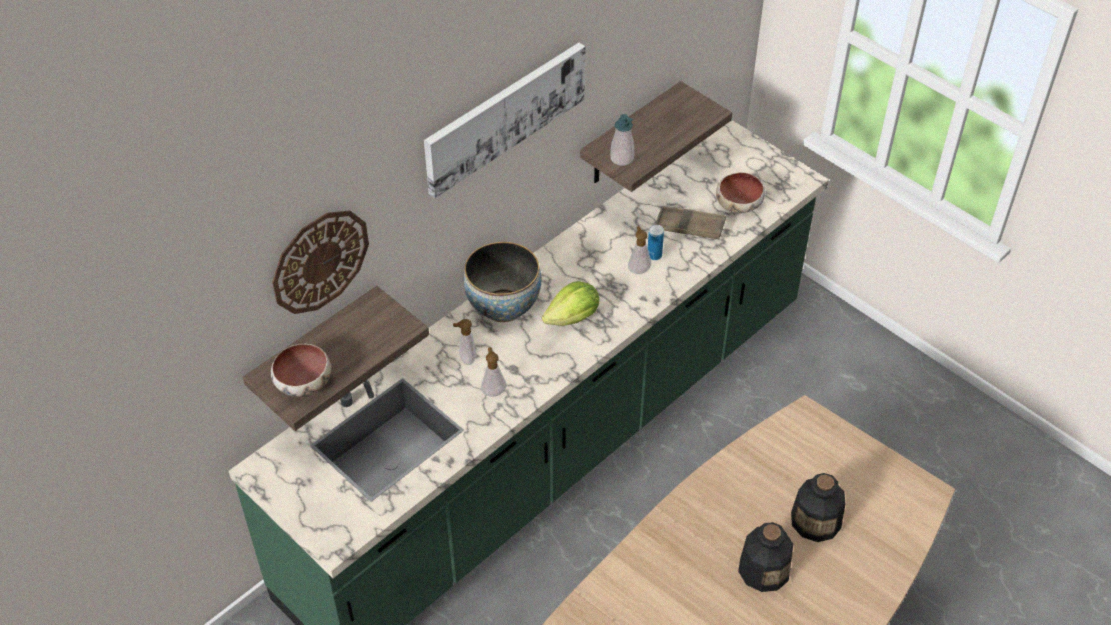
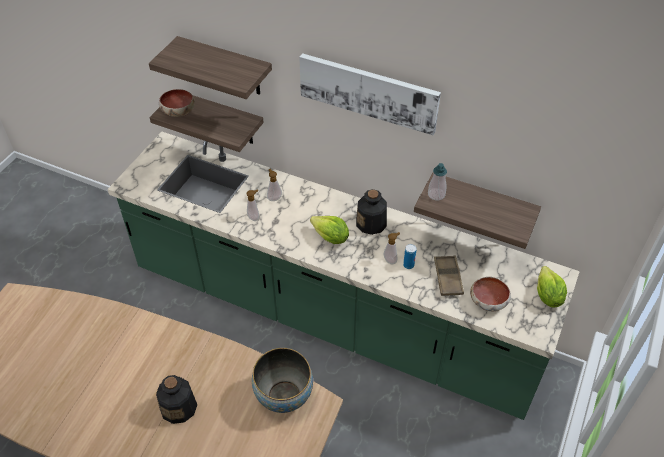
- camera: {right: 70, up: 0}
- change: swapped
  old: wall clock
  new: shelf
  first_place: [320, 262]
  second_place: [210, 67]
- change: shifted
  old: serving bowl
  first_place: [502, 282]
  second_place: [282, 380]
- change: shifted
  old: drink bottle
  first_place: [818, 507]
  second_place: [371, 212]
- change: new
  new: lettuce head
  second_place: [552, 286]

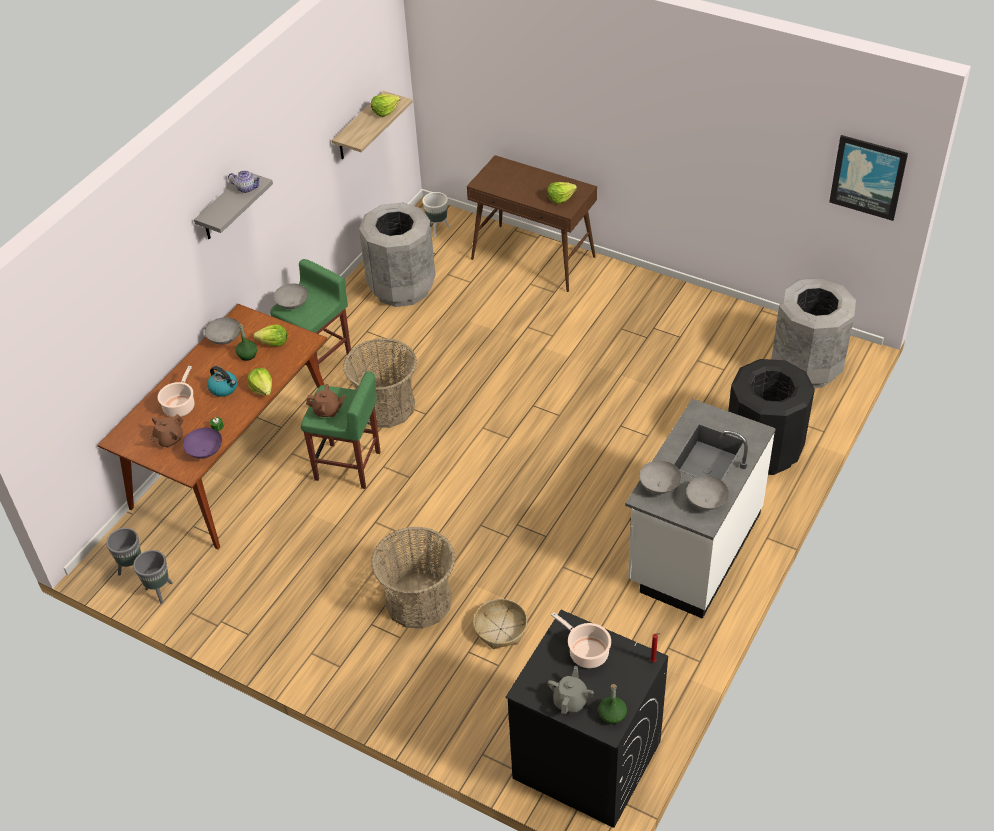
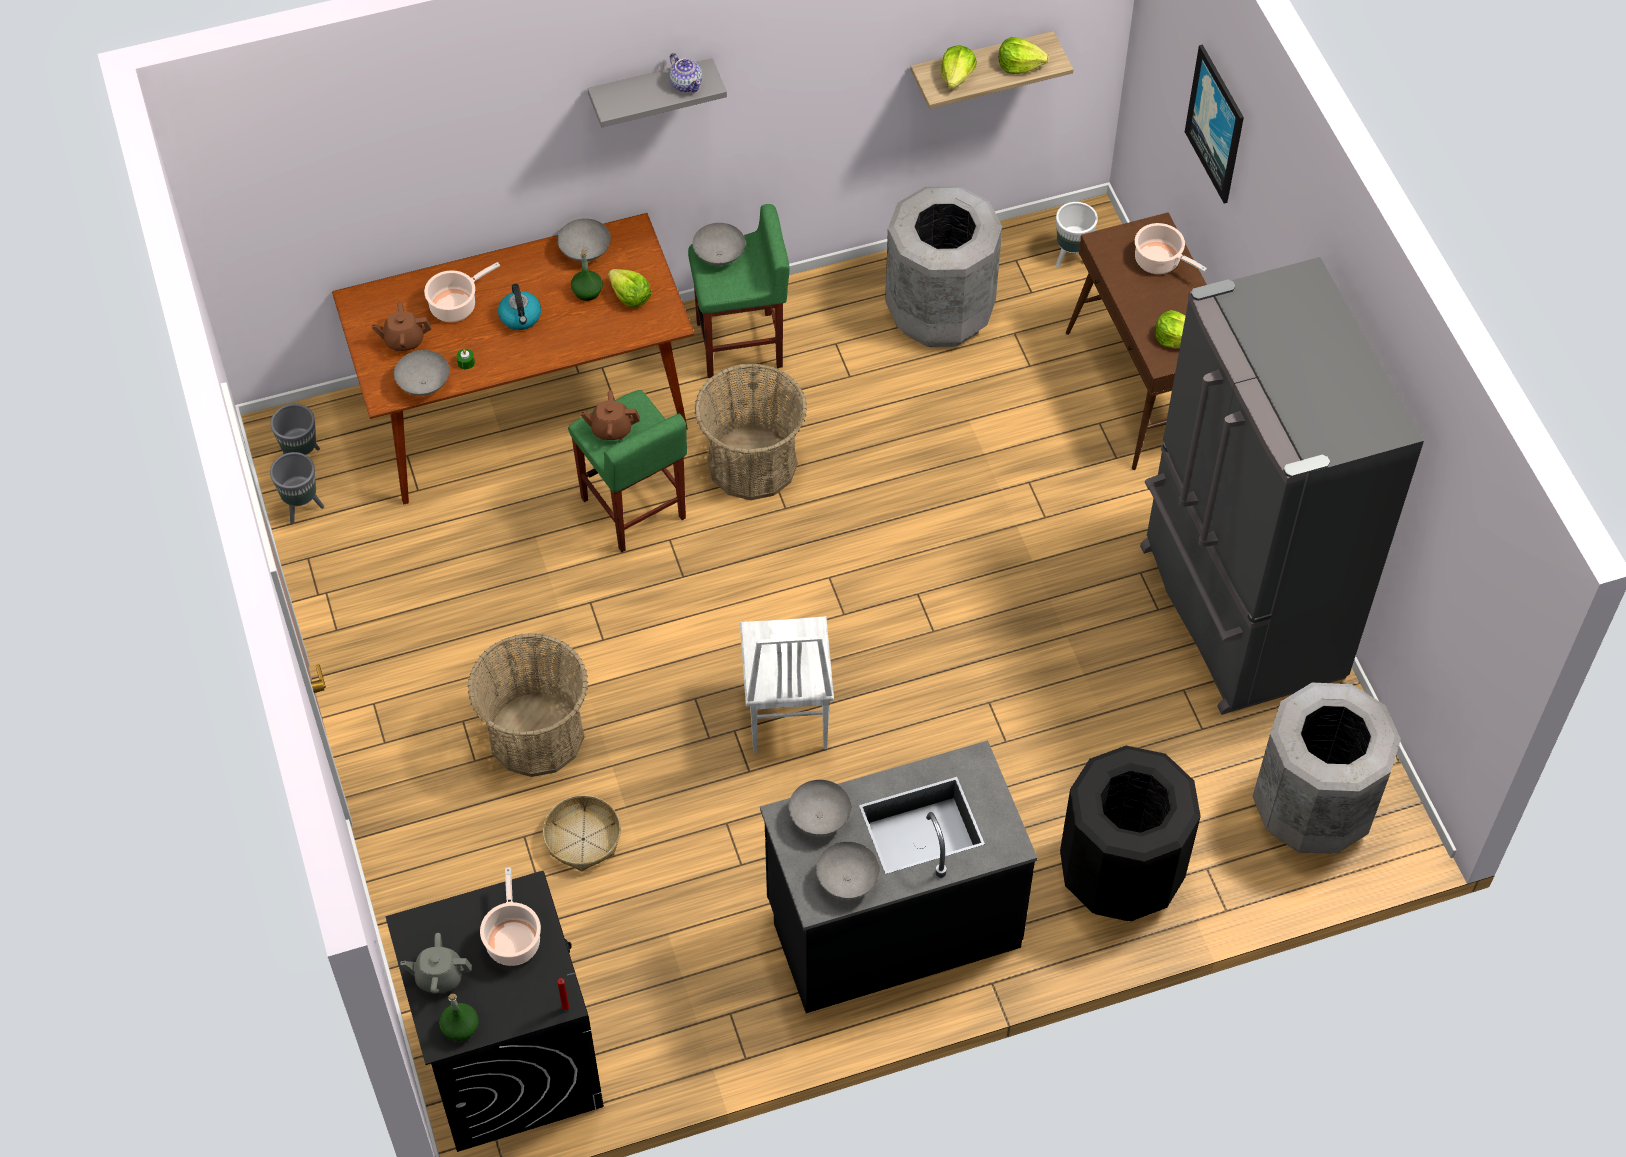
- camera: {right: 40, up: 10}
- change: shifted
  old: wall picture
  first_place: [868, 178]
  second_place: [1214, 124]
- change: shifted
  old: lettuce head
  first_place: [260, 382]
  second_place: [958, 67]
- change: rotated
  old: brown tea pot
  first_place: [325, 400]
  second_place: [610, 415]
  degrees: 135
- change: repainted
  old: white-coloured counter
  new: blackish counter
  first_place: [700, 509]
  second_place: [898, 876]
- change: repainted
  old: purple serving bowl
  new: greyish serving bowl
  first_place: [202, 443]
  second_place: [421, 373]
- change: rotated
  old: greyish tea pot
  first_place: [570, 690]
  second_place: [436, 963]
  degrees: -150
- change: new
  new: saucepot
  second_place: [1171, 248]
- change: new
  new: greyish refrigerator
  second_place: [1282, 486]
- change: new
  new: white-coloured chair
  second_place: [787, 685]

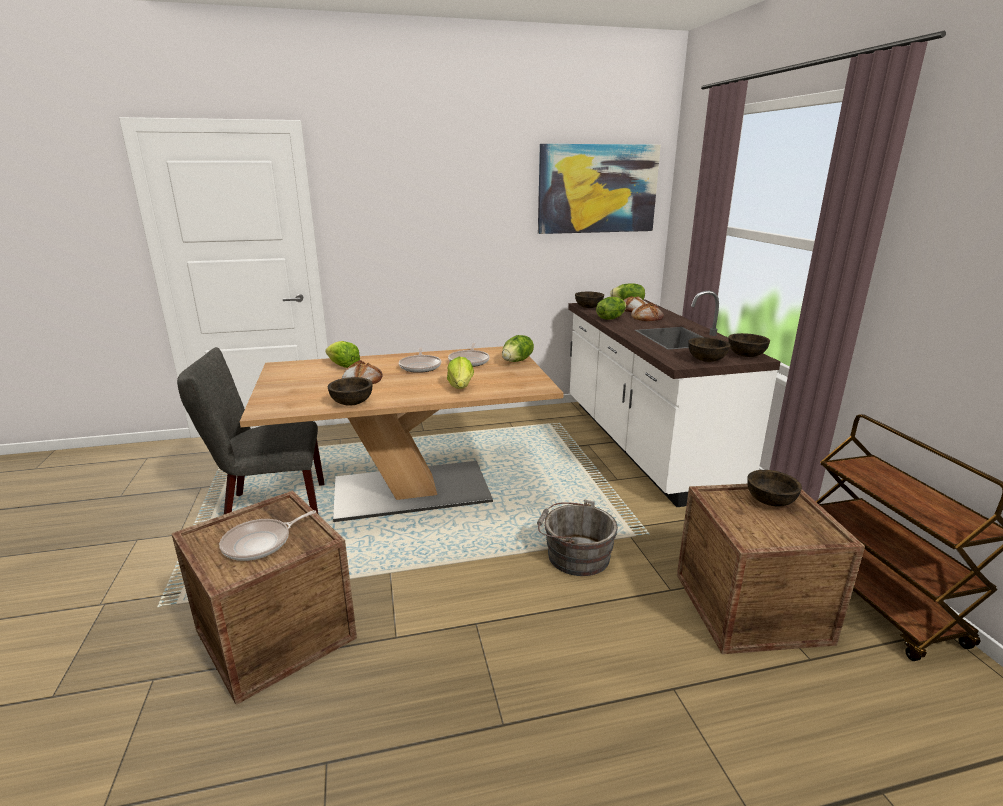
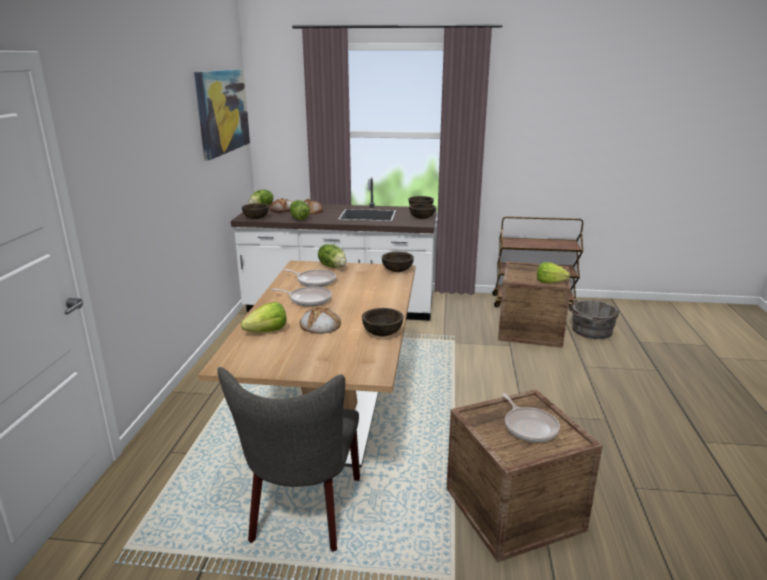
- camera: {right: -70, up: 0}
- change: shifted
  old: lettuce head
  first_place: [460, 373]
  second_place: [553, 273]
- change: shifted
  old: brown serving bowl
  first_place: [774, 488]
  second_place: [398, 262]
- change: shifted
  old: greyish water bucket
  first_place: [577, 538]
  second_place: [594, 319]

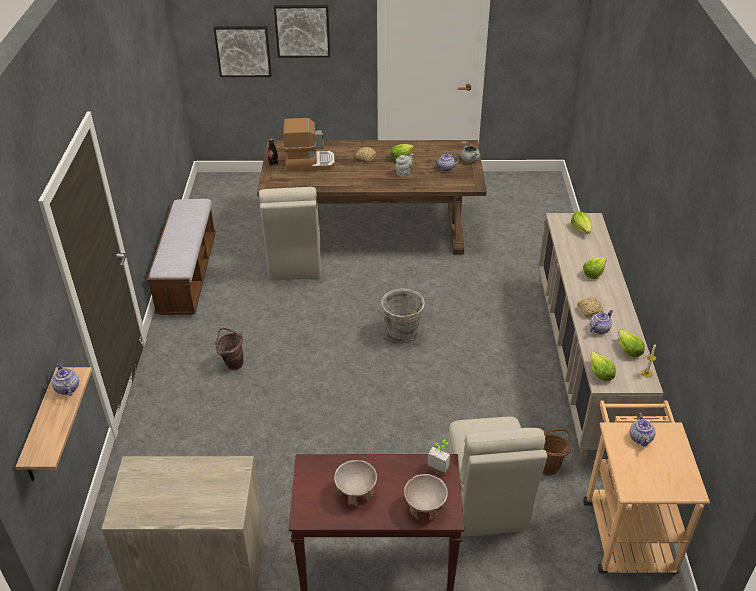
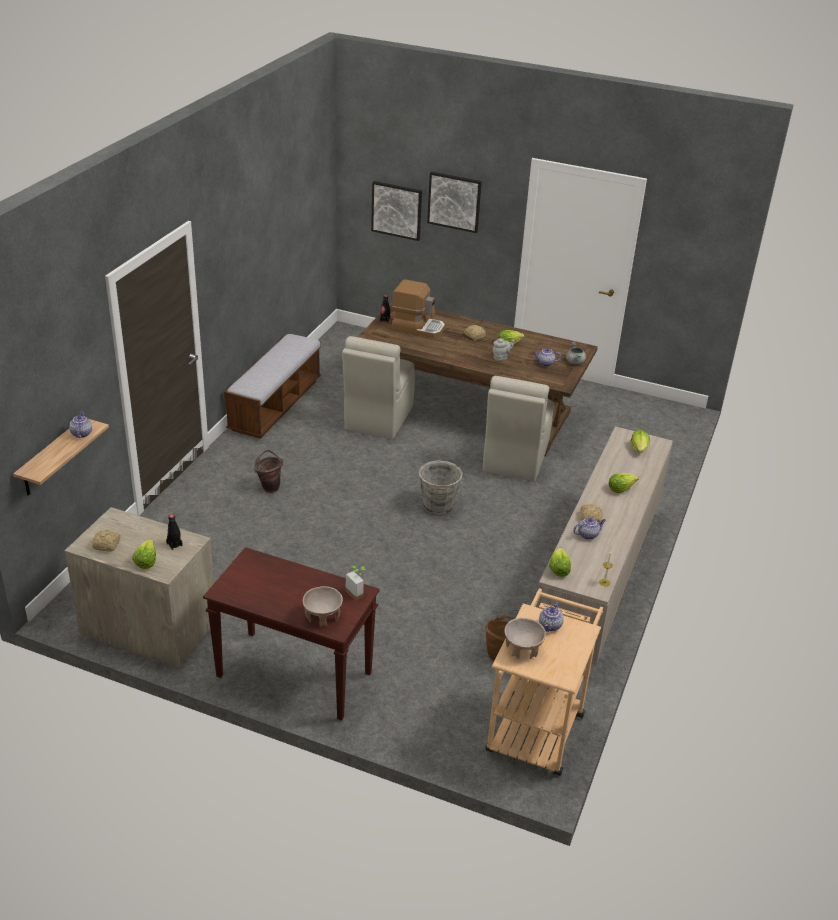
- camera: {right: 20, up: -5}
- change: shifted
  old: lettuce head
  first_place: [631, 343]
  second_place: [144, 554]
- change: shifted
  old: sand-coloured chair
  first_place: [496, 477]
  second_place: [518, 429]
- change: shifted
  old: sand-coloured serving bowl
  first_place: [355, 483]
  second_place: [525, 638]
- change: new
  new: blackish drink bottle
  second_place: [174, 532]
- change: new
  new: baked bread
  second_place: [106, 541]

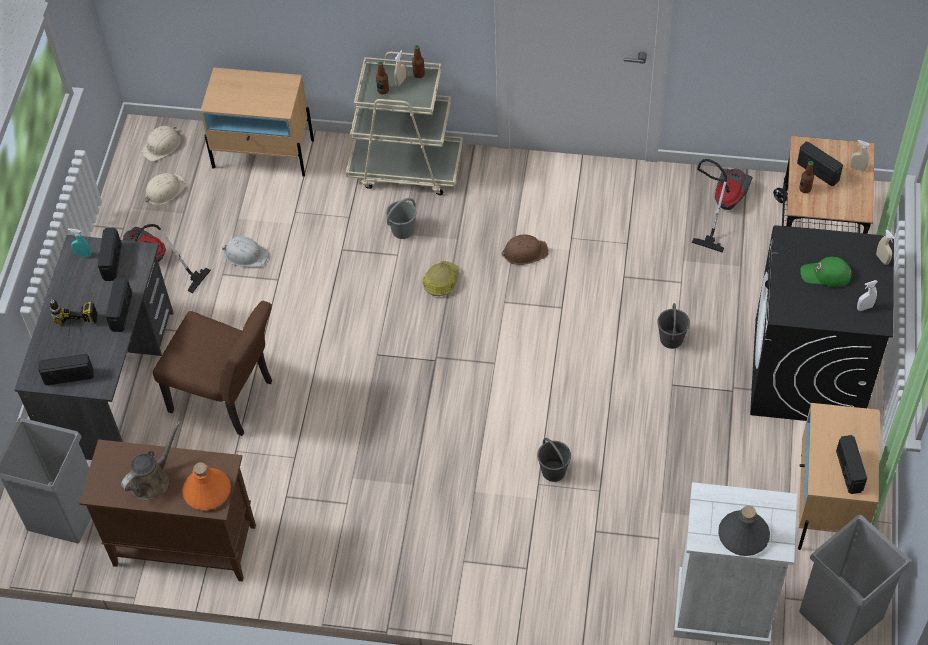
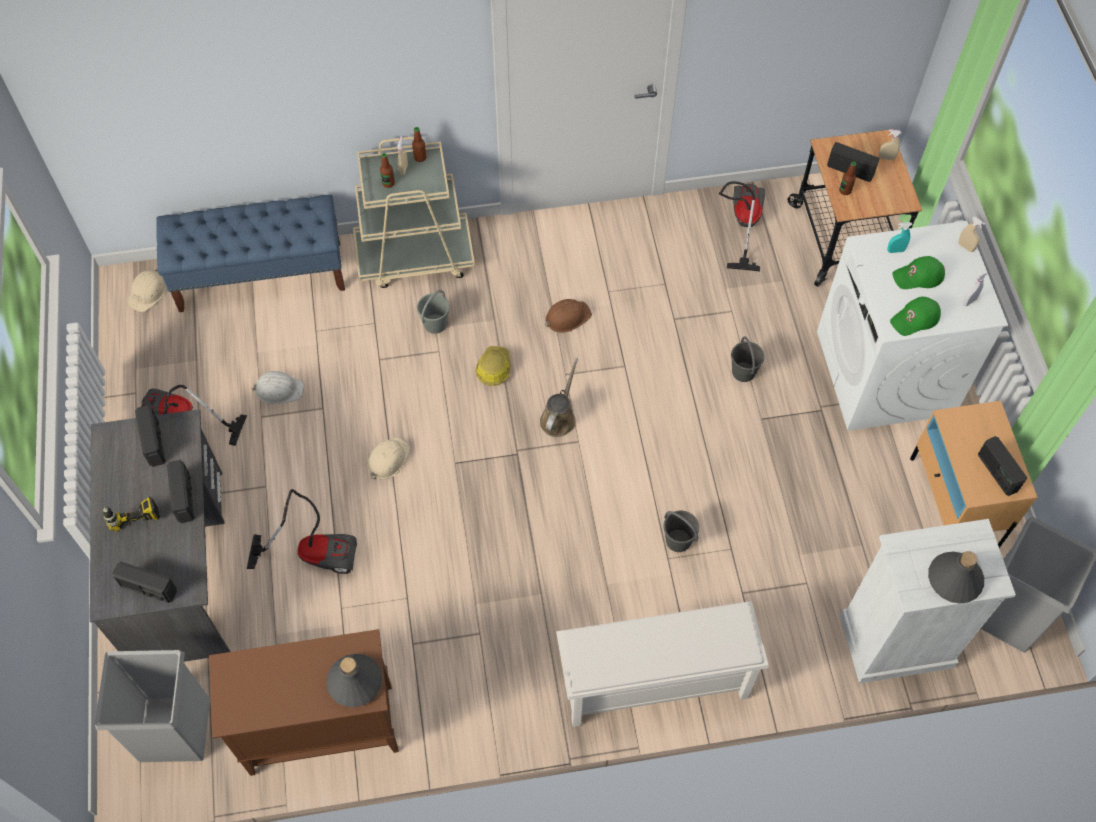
- camera: {right: -20, up: 5}
- change: swapped
  old: sand-coloured night table
  new: blue indoor bench
  first_place: [257, 122]
  second_place: [250, 253]
- change: shifted
  old: sand-coloured work helmet
  first_place: [166, 189]
  second_place: [389, 458]
- change: repainted
  old: blackish laundry machine
  new: white-coloured laundry machine
  first_place: [822, 323]
  second_place: [912, 326]
- change: shifted
  old: turquoise hand sprayer
  first_place: [79, 242]
  second_place: [899, 237]
- change: swapped
  old: brown chair
  new: vacuum
  first_place: [212, 368]
  second_place: [302, 531]
- change: rotated
  old: radio receiver
  first_place: [66, 369]
  second_place: [144, 582]
  degrees: -135
- change: shifted
  old: brown watering pot
  first_place: [151, 460]
  second_place: [559, 397]
- change: repainted
  old: orange-coloured drink bottle
  new: greyish drink bottle
  first_place: [206, 486]
  second_place: [354, 680]
- change: new
  new: green-coloured baseball cap
  second_place: [915, 316]
- change: new
  new: white-coloured shoe stand
  second_place: [662, 664]

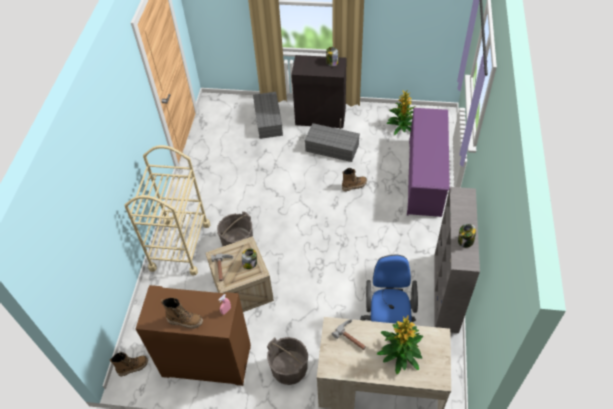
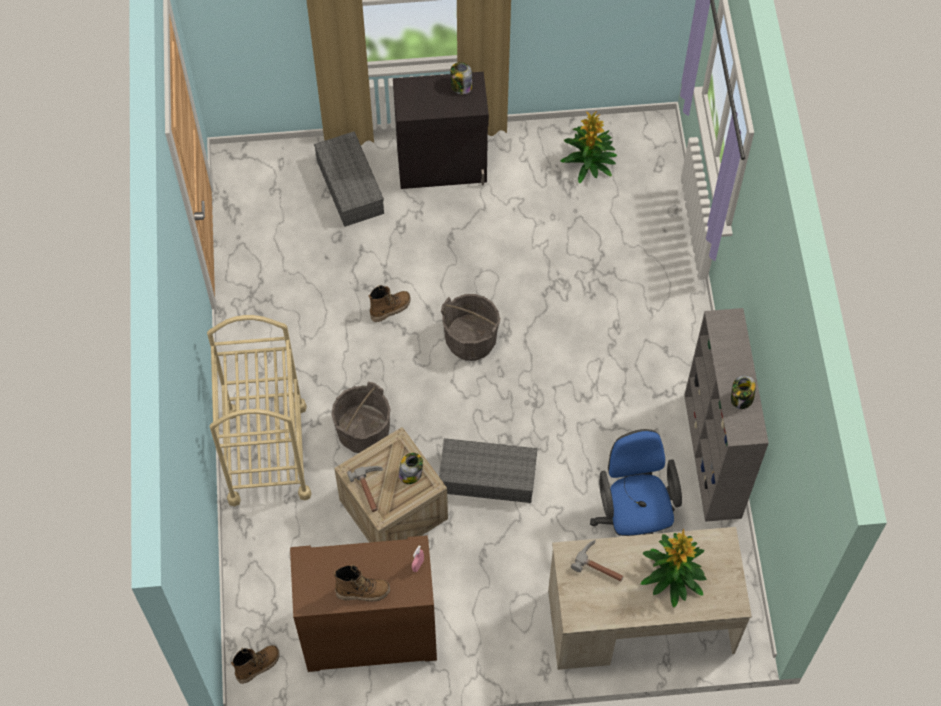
- camera: {right: -15, up: 10}
- change: gone
  old: purple shoe stand
  first_place: [428, 162]
- change: shifted
  old: greyish storage bin
  first_place: [332, 142]
  second_place: [488, 470]
- change: shifted
  old: tall boot
  first_place: [354, 179]
  second_place: [389, 303]
- change: shifted
  old: greyish water bucket
  first_place: [287, 361]
  second_place: [471, 327]

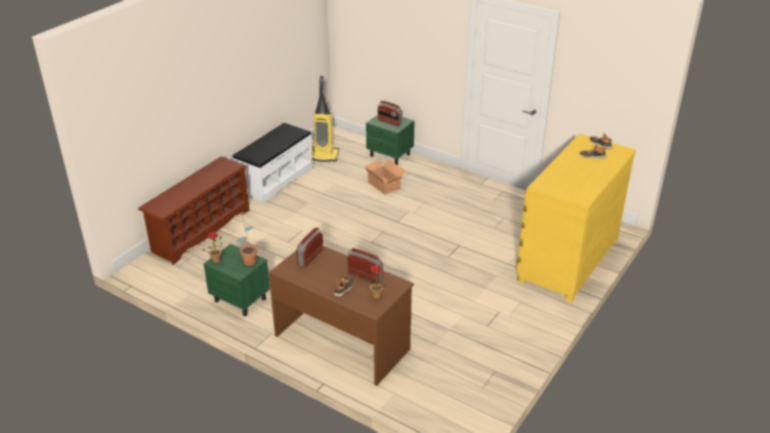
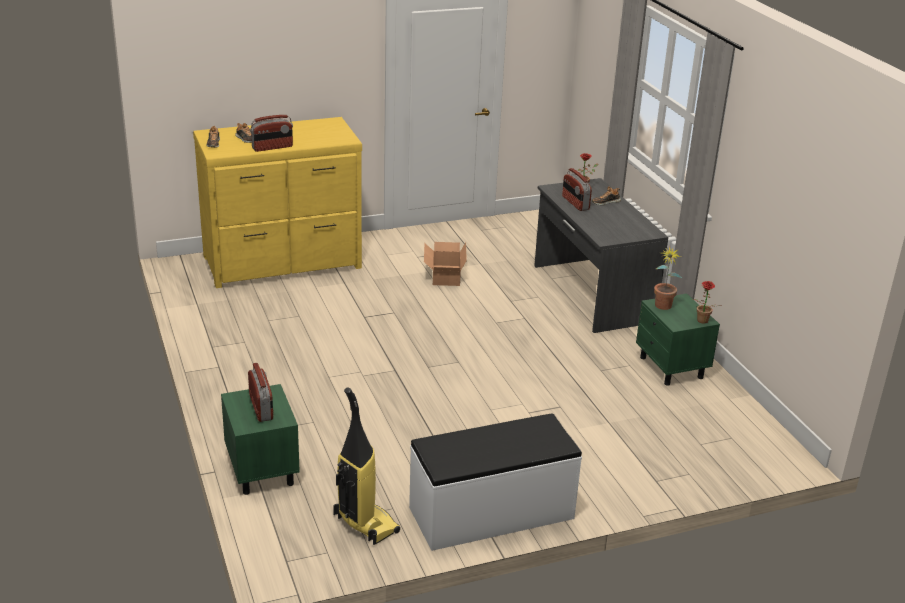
- camera: {right: -145, up: -5}
- change: gone
  old: brown shoe stand
  first_place: [194, 210]
- change: shifted
  old: packing box
  first_place: [385, 177]
  second_place: [445, 264]
- change: shifted
  old: radio receiver
  first_place: [309, 247]
  second_place: [271, 133]
- change: repainted
  old: brown desk unit
  new: greyish desk unit
  first_place: [341, 316]
  second_place: [601, 255]

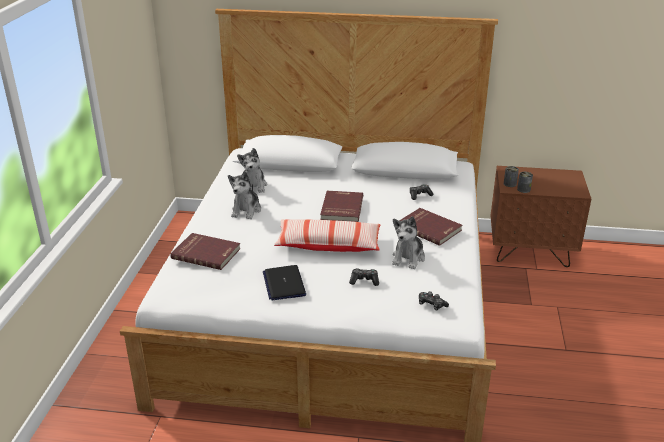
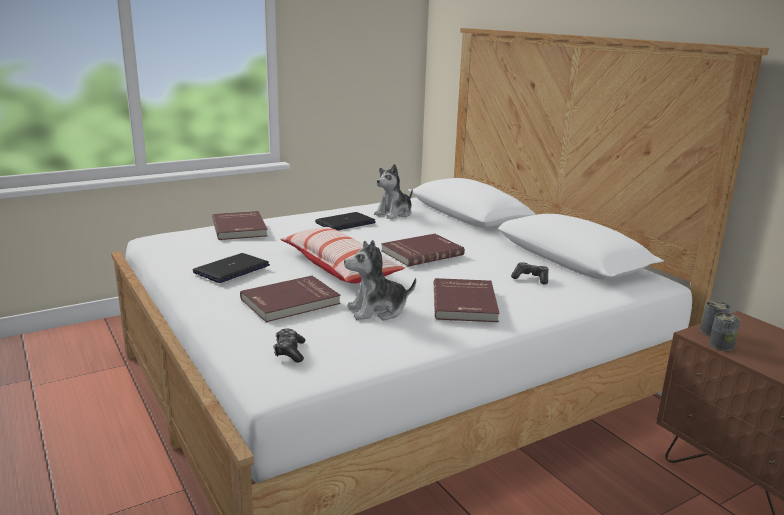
- camera: {right: 50, up: -10}
- change: swapped
  old: soft toy
  new: notebook computer
  first_place: [244, 195]
  second_place: [345, 221]
- change: swapped
  old: game controller
  new: reddish volume
  first_place: [364, 277]
  second_place: [290, 299]

